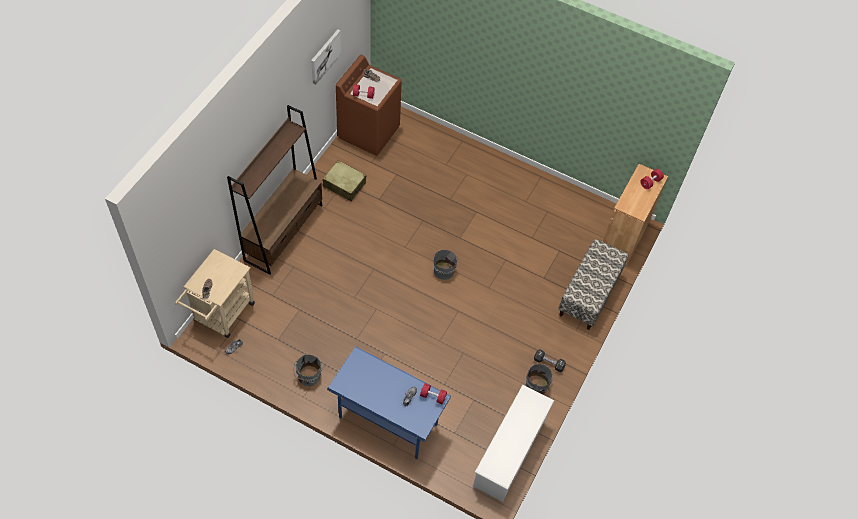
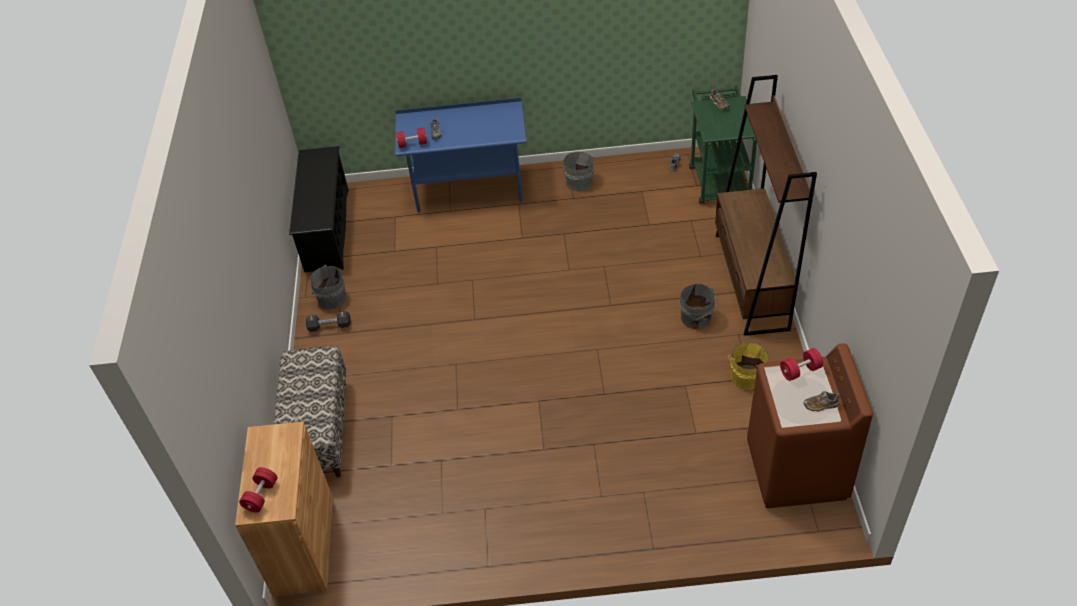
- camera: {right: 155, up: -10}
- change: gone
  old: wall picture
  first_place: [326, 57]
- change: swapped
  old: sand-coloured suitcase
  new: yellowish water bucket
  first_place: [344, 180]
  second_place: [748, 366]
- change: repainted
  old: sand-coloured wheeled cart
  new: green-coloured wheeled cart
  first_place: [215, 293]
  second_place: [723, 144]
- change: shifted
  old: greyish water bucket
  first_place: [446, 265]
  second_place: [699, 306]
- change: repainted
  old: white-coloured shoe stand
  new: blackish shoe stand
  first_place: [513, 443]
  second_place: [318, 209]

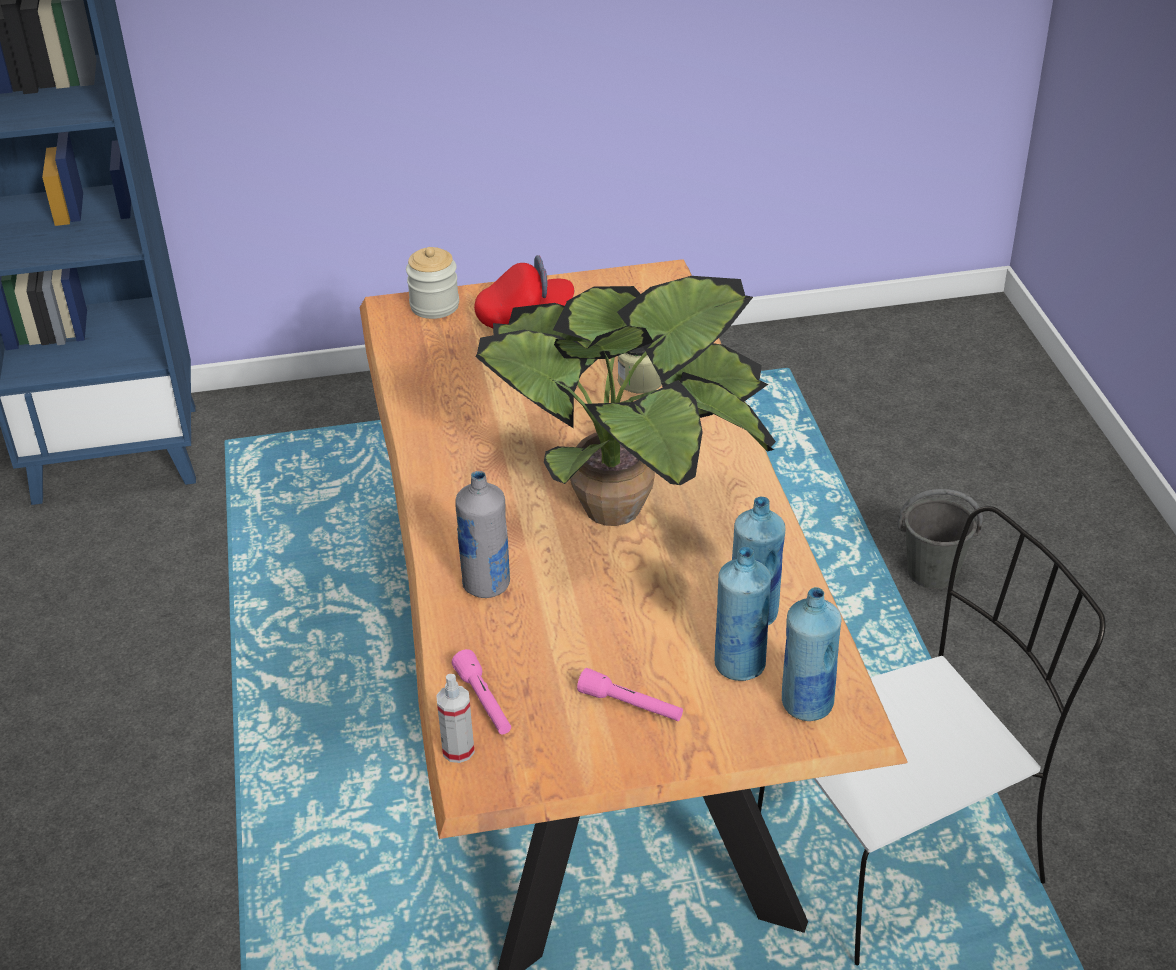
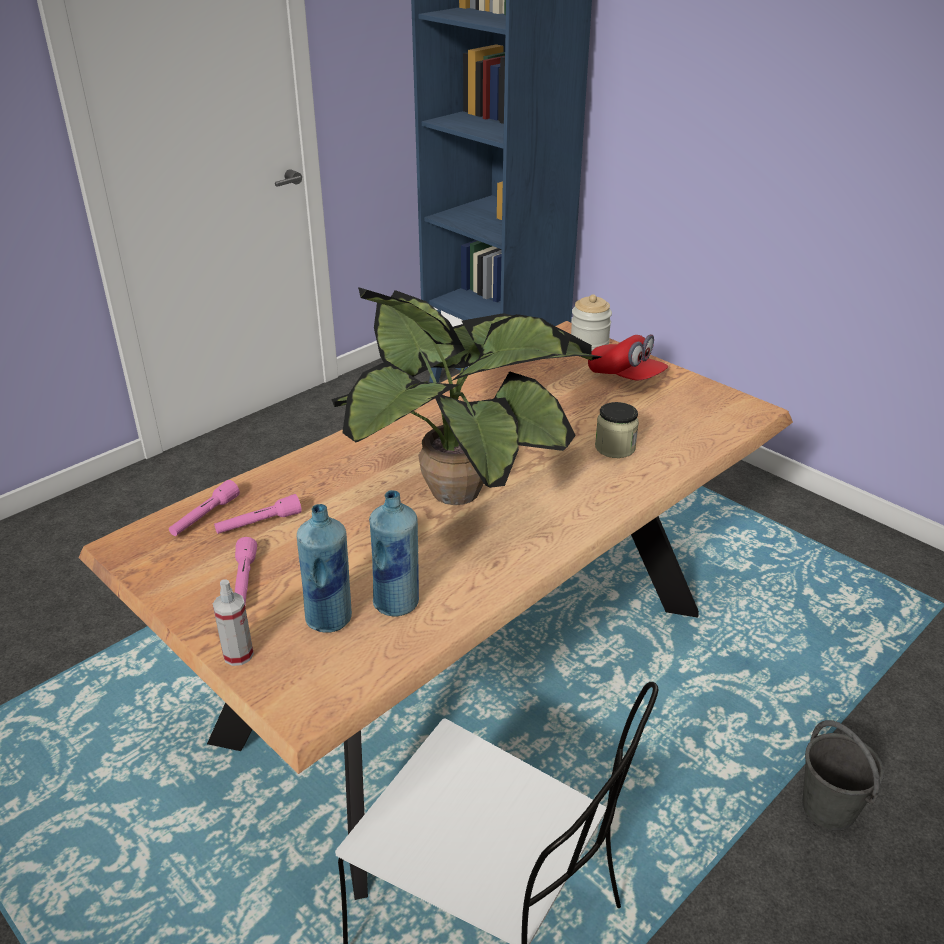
- camera: {right: 55, up: -5}
- change: gone
  old: greyish drink bottle
  first_place: [483, 534]
- change: gone
  old: blue drink bottle
  first_place: [811, 654]
- change: shifted
  old: hand sprayer
  first_place: [455, 718]
  second_place: [233, 622]
- change: new
  new: pinkish hand torch
  second_place: [258, 514]

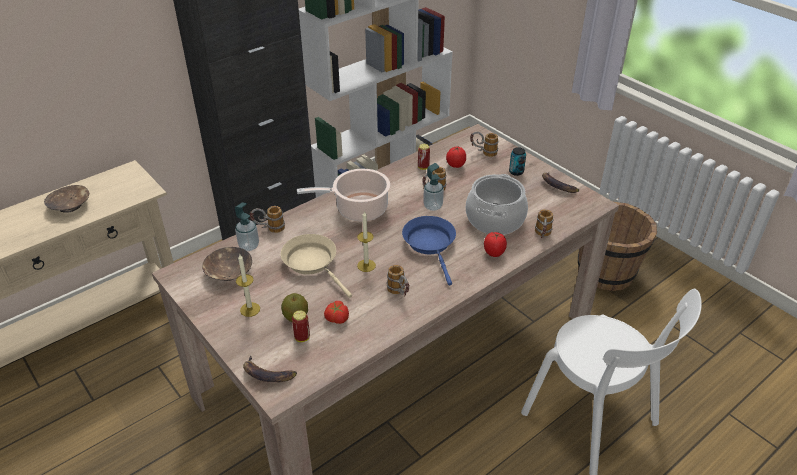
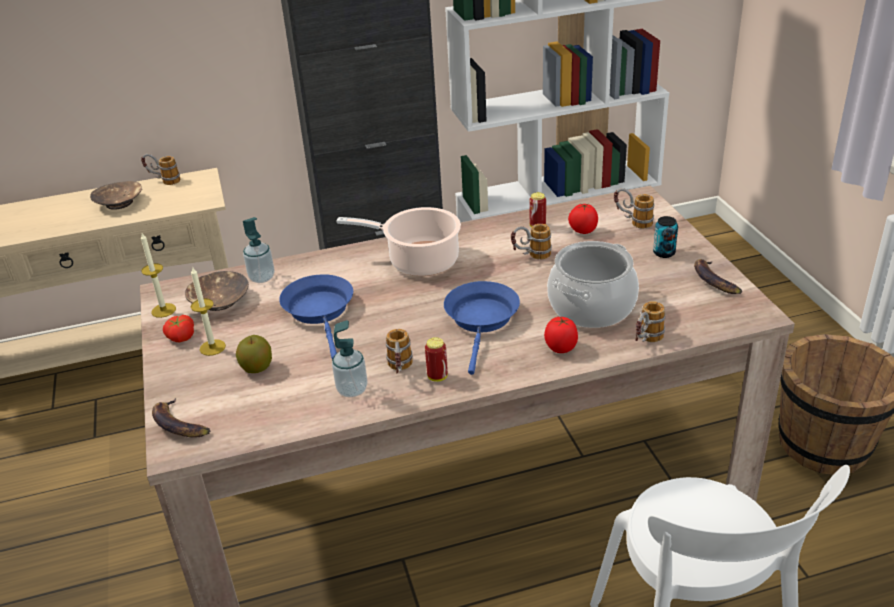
- camera: {right: 25, up: -5}
- change: shifted
  old: soap dispenser
  first_place: [433, 187]
  second_place: [350, 358]
- change: shifted
  old: mug
  first_place: [267, 219]
  second_place: [161, 169]
- change: shifted
  old: wax candle
  first_place: [366, 241]
  second_place: [158, 275]
- change: repainted
  old: sand-coloured pan
  new: blue pan
  first_place: [316, 266]
  second_place: [316, 316]
- change: shifted
  old: tomato
  first_place: [336, 312]
  second_place: [178, 329]
- change: shifted
  old: can
  first_place: [301, 326]
  second_place: [436, 359]

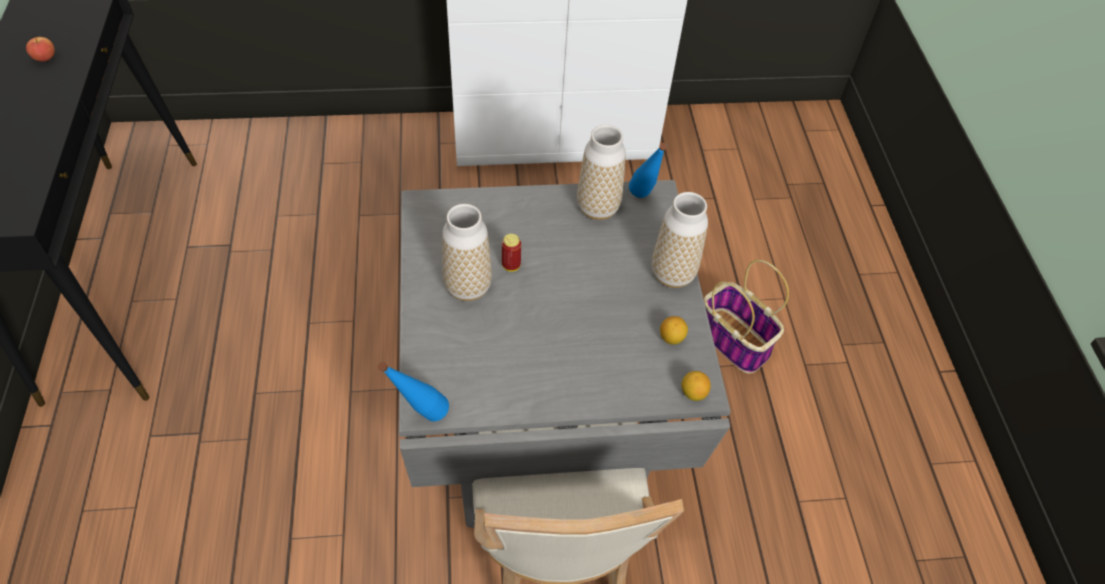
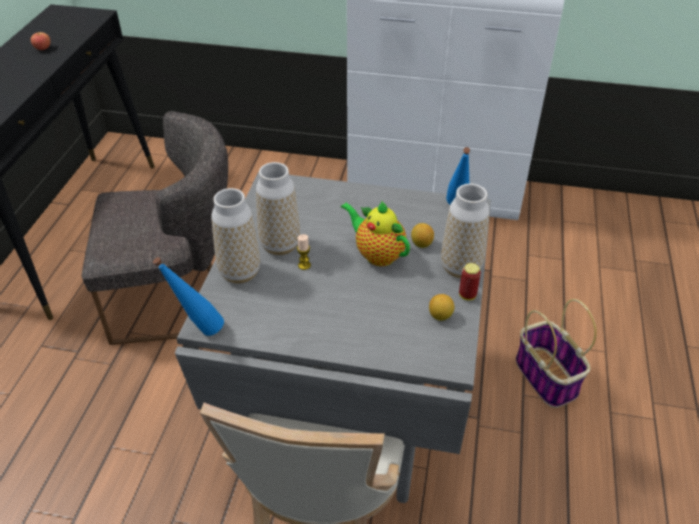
- camera: {right: 20, up: -10}
- change: shifted
  old: decorative vase
  first_place: [601, 172]
  second_place: [235, 236]
- change: shifted
  old: can
  first_place: [511, 253]
  second_place: [470, 282]
- change: shifted
  old: whole lemon
  first_place: [696, 386]
  second_place: [422, 235]
- change: new
  new: greyish chair
  second_place: [155, 228]
- change: new
  new: tea pot
  second_place: [375, 233]
- change: new
  new: wax candle
  second_place: [304, 252]

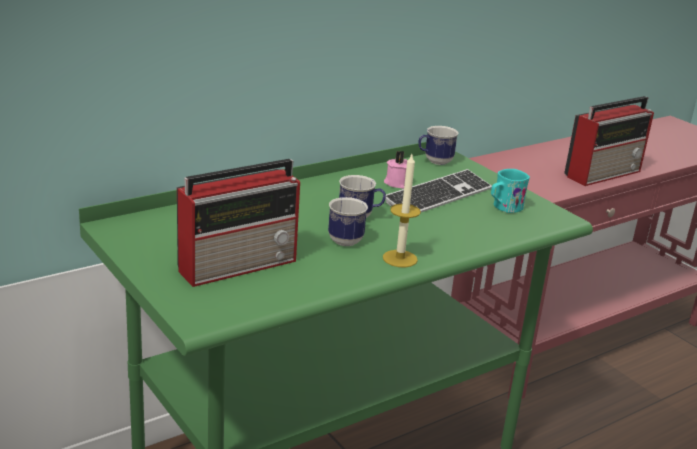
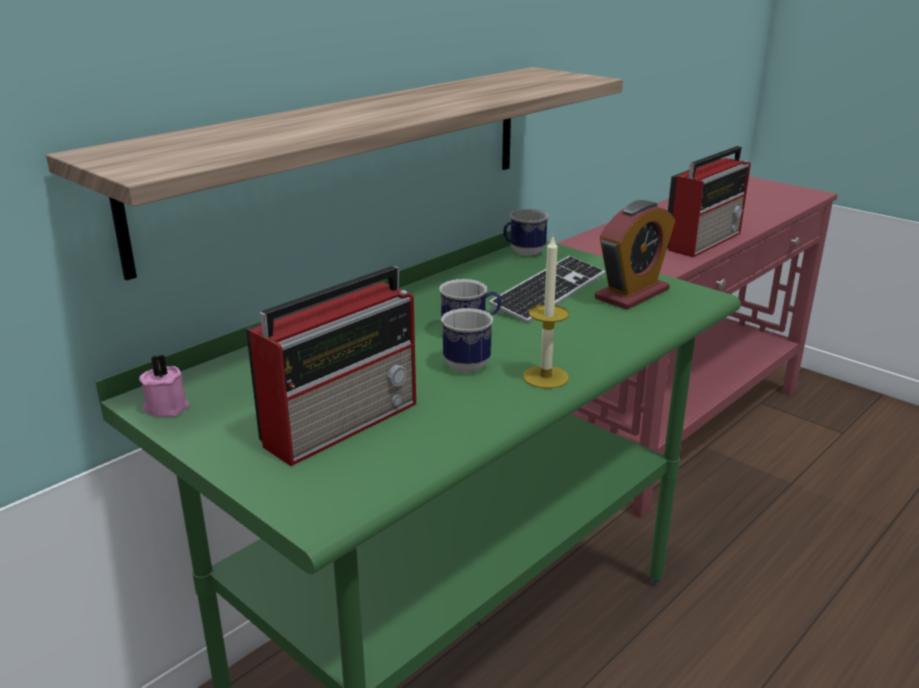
- camera: {right: -10, up: 0}
- change: shifted
  old: pinkish wax candle
  first_place: [396, 170]
  second_place: [164, 385]
- change: swapped
  old: turquoise mug
  new: bedside clock
  first_place: [510, 191]
  second_place: [635, 255]
- change: new
  new: shelf
  second_place: [334, 174]

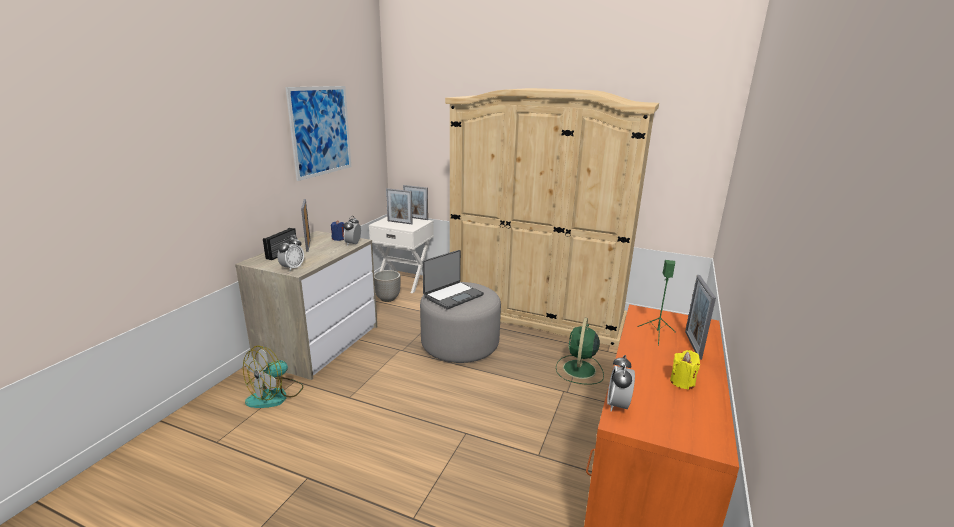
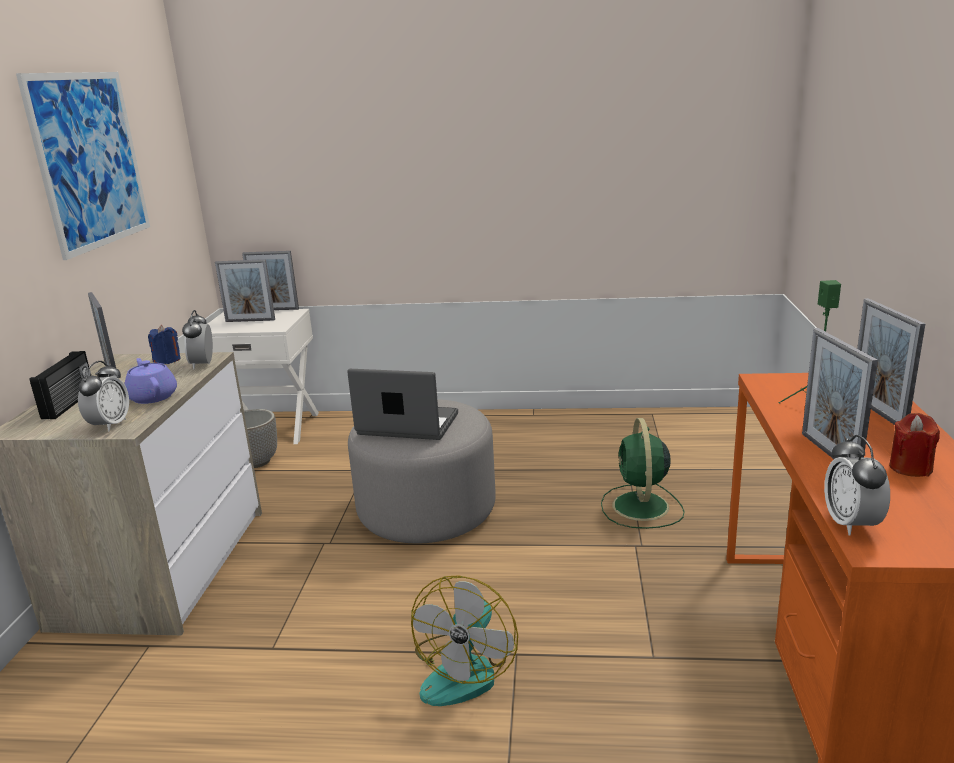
- camera: {right: -15, up: 0}
- change: gone
  old: sand-coloured armoire
  first_place: [552, 217]
- change: rotated
  old: notebook computer
  first_place: [453, 279]
  second_place: [402, 404]
  degrees: -105
- change: shifted
  old: electric fan
  first_place: [273, 377]
  second_place: [464, 640]
- change: repainted
  old: yellowish wax candle
  new: reddish wax candle
  first_place: [685, 370]
  second_place: [914, 445]
- change: new
  new: picture frame
  second_place: [840, 393]
- change: new
  new: purple tea pot
  second_place: [150, 381]

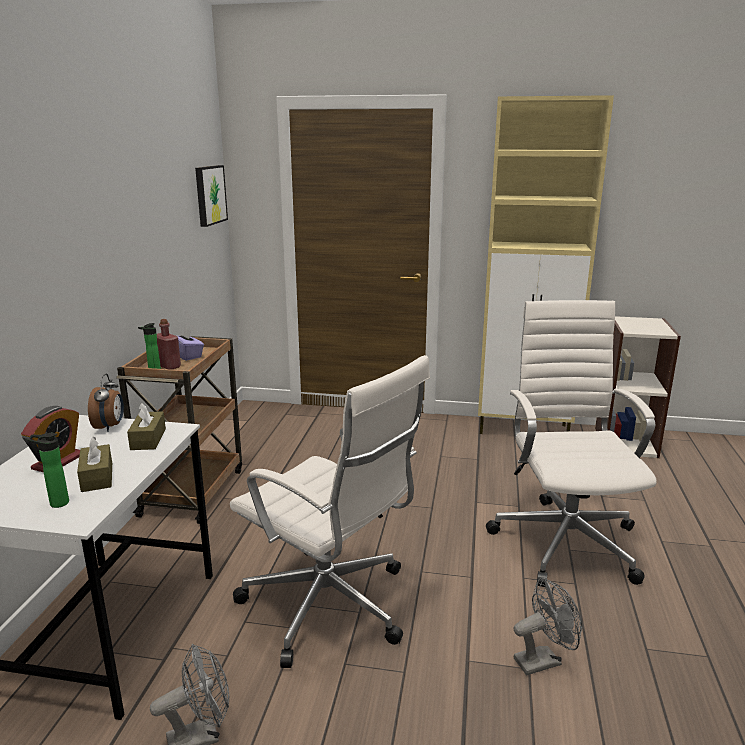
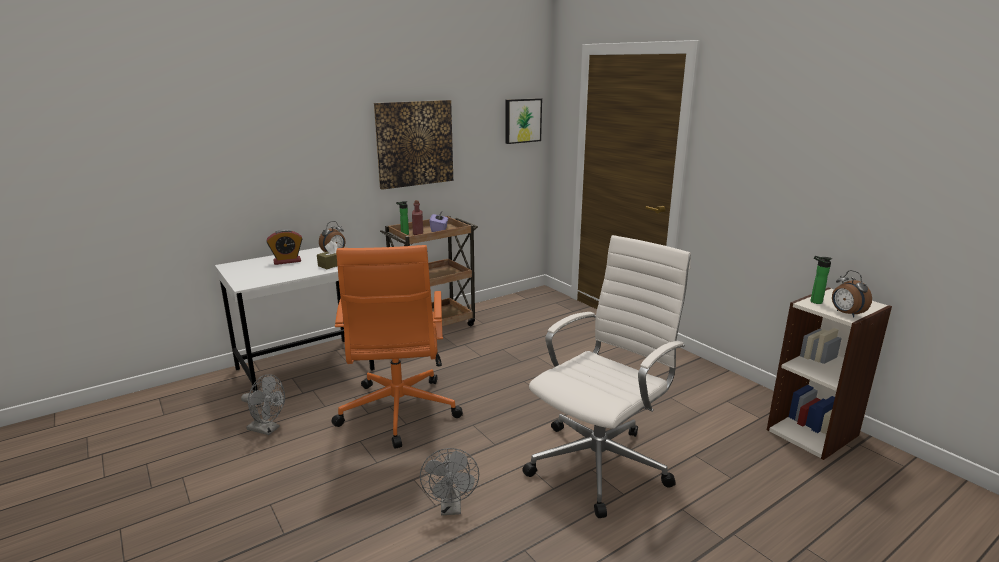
- camera: {right: 45, up: 0}
- change: gone
  old: sand-coloured storage cabinet
  first_place: [546, 264]
- change: repainted
  old: white-coloured computer chair
  new: orange-coloured computer chair
  first_place: [330, 511]
  second_place: [397, 347]
- change: shifted
  old: drink bottle
  first_place: [48, 470]
  second_place: [821, 280]
- change: gone
  old: brown tissue box
  first_place: [94, 464]
- change: rotated
  old: greyish electric fan
  first_place: [548, 626]
  second_place: [449, 481]
  degrees: 60
- change: new
  new: wall picture
  second_place: [413, 145]
- change: new
  new: bedside clock
  second_place: [852, 293]

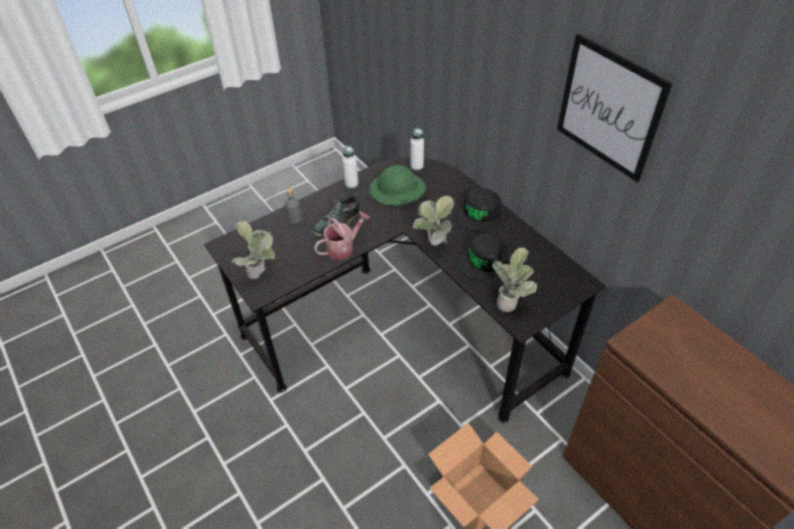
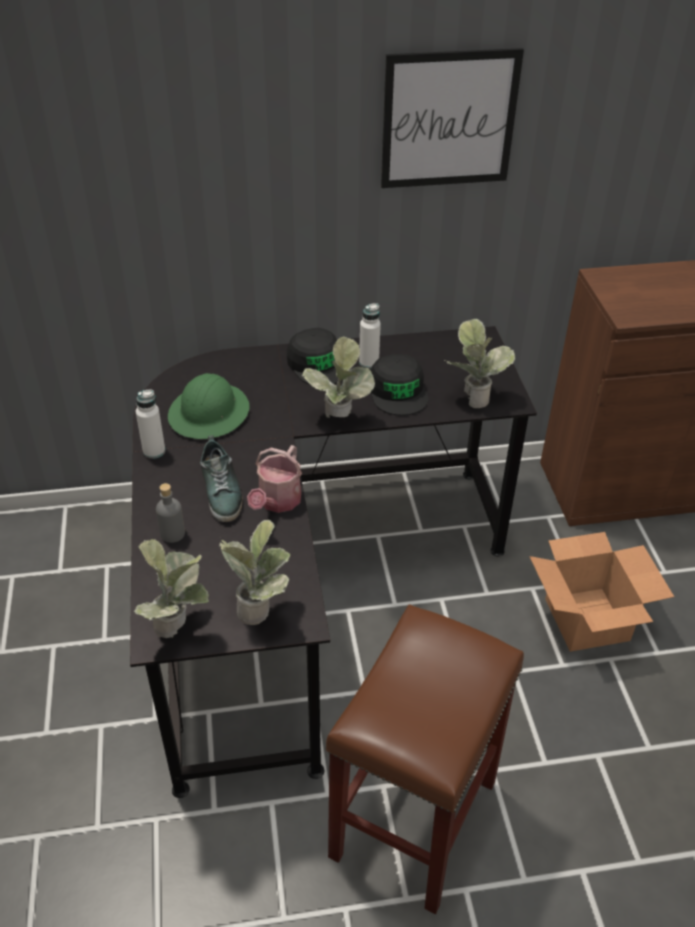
- camera: {right: -65, up: -5}
- change: shifted
  old: white-coloured drink bottle
  first_place: [417, 149]
  second_place: [370, 336]
- change: rotated
  old: watering pot
  first_place: [342, 235]
  second_place: [274, 479]
  degrees: -150
- change: new
  new: potted plant
  second_place: [171, 588]
- change: new
  new: brown sitting stool
  second_place: [424, 759]

